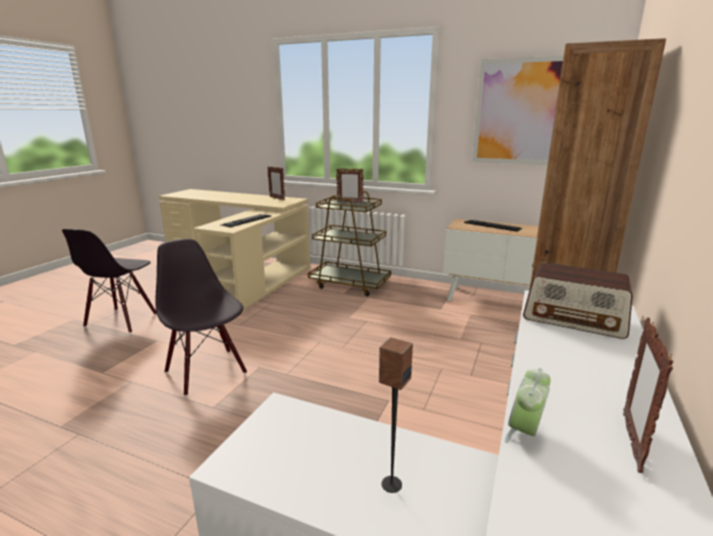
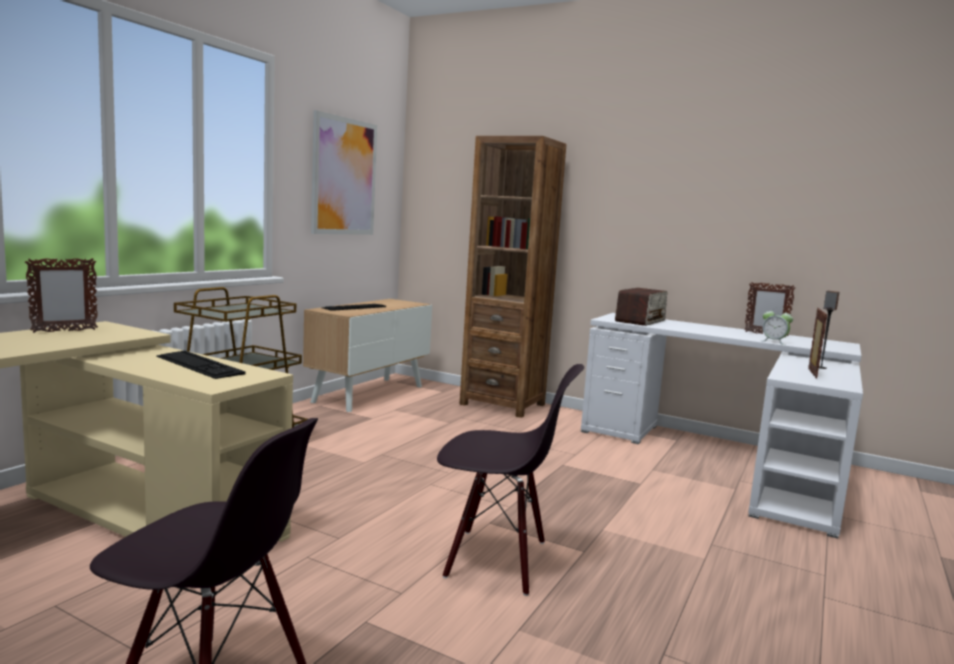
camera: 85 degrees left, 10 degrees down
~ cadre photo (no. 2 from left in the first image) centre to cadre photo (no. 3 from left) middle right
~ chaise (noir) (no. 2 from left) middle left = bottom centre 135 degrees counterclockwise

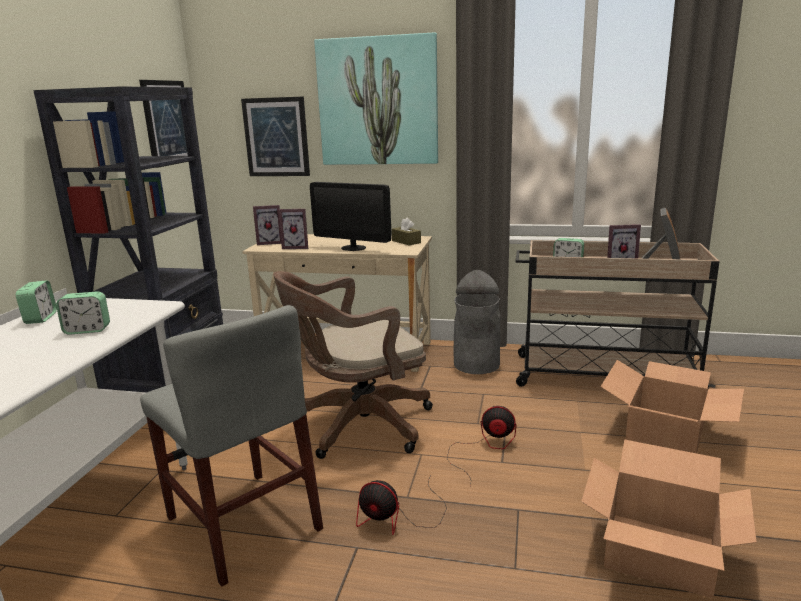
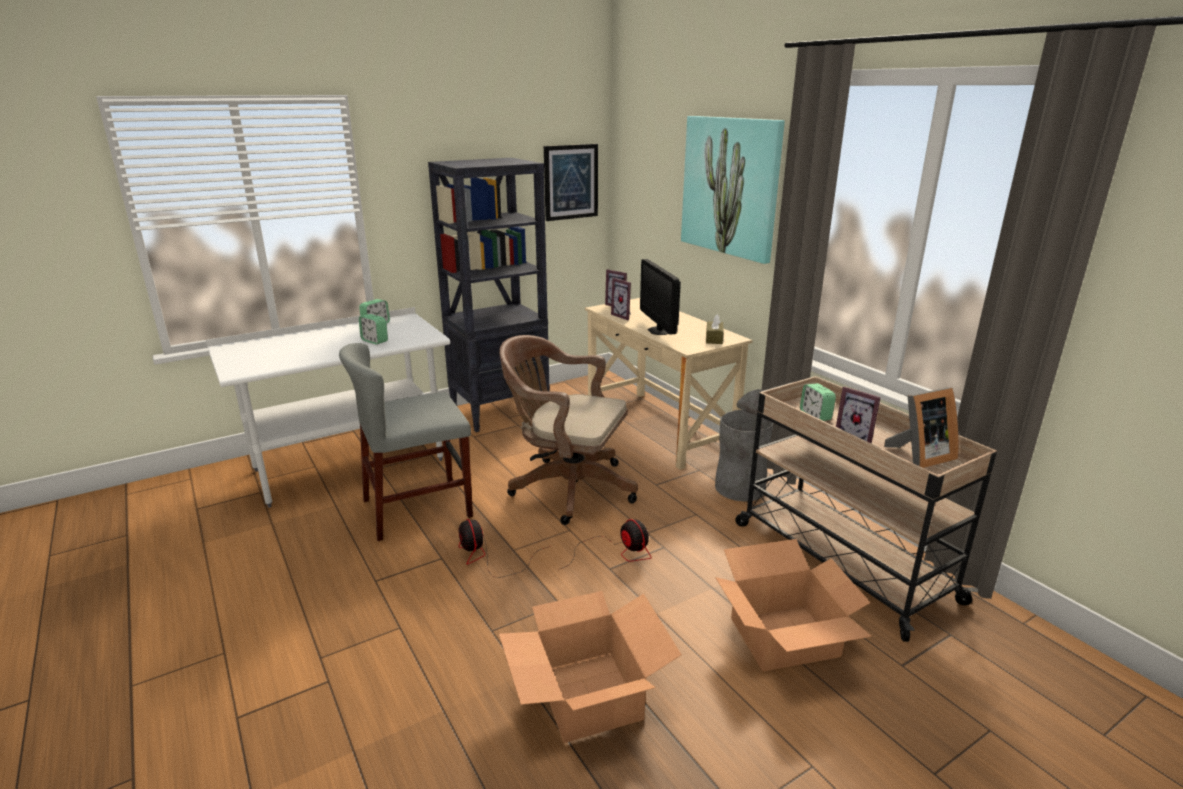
camera: 45 degrees right, 5 degrees up
- tableau (no. 2 from left) top centre
~ chaise (gris) bottom left = centre 60 degrees clockwise

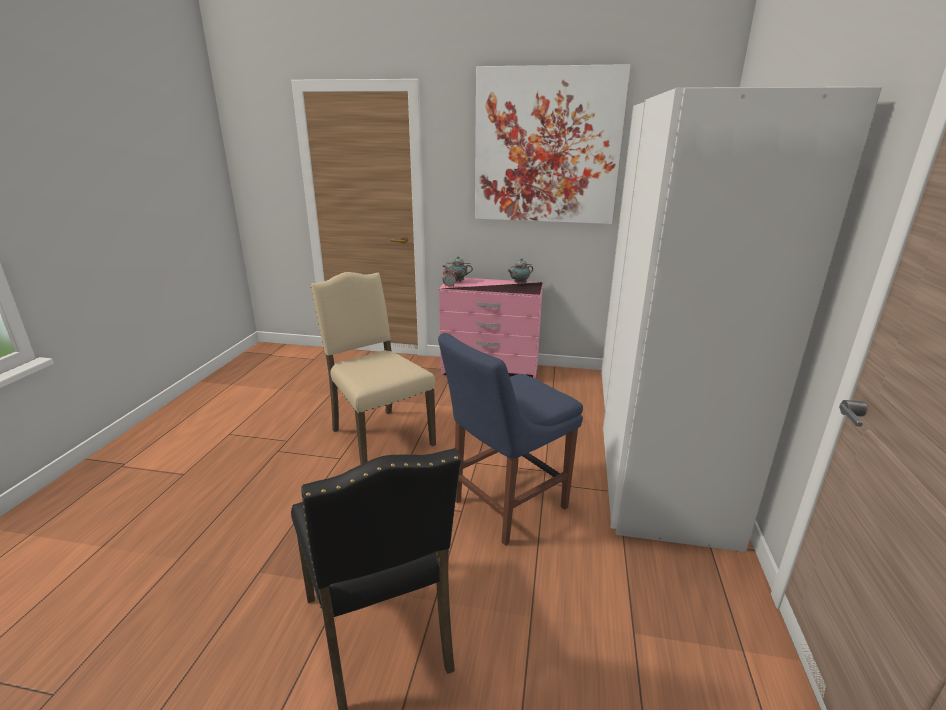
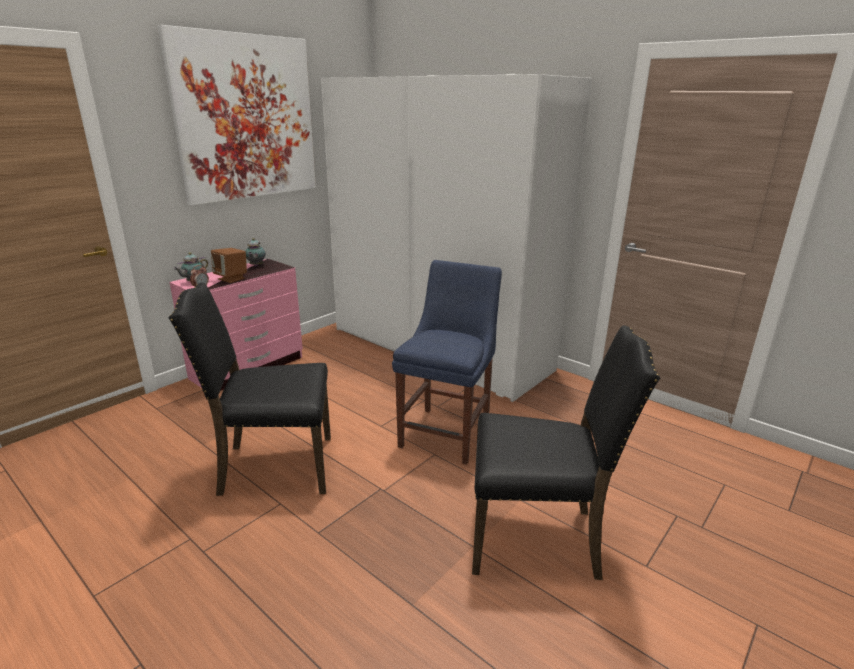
camera: 60 degrees left, 0 degrees up
+ enceinte (marron) middle left
~ chaise (beige) centre to chaise (noir) (no. 1 from left) middle left
~ chaise (bleu) centre = centre 150 degrees counterclockwise

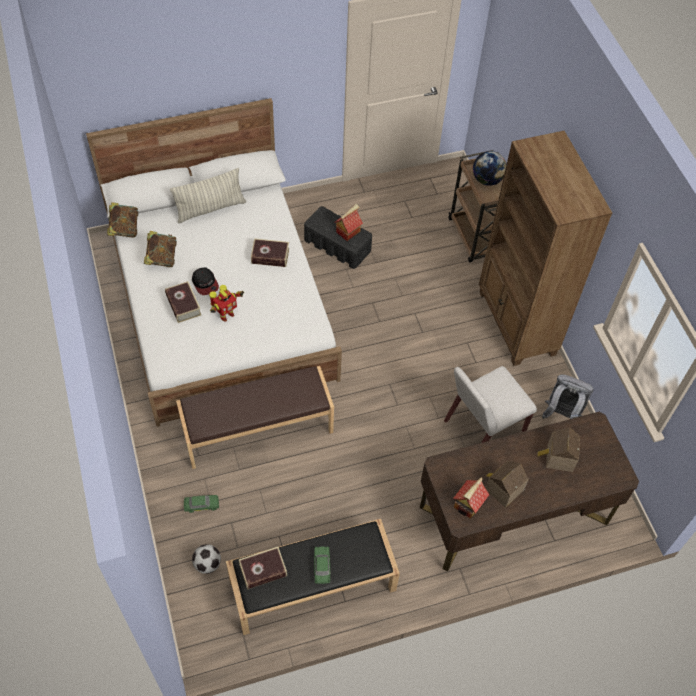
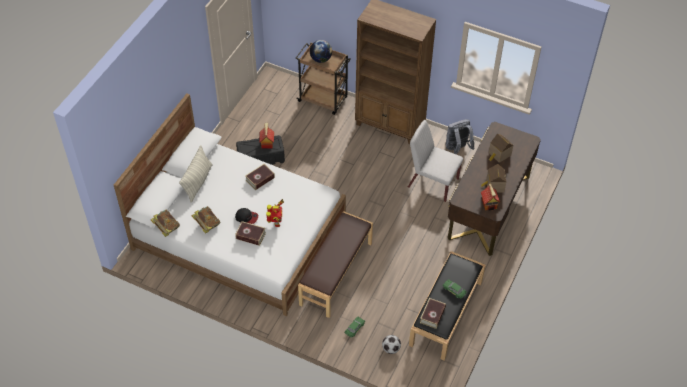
camera: 45 degrees left, 5 degrees down
~ chaise (blanc) middle right = centre 105 degrees clockwise

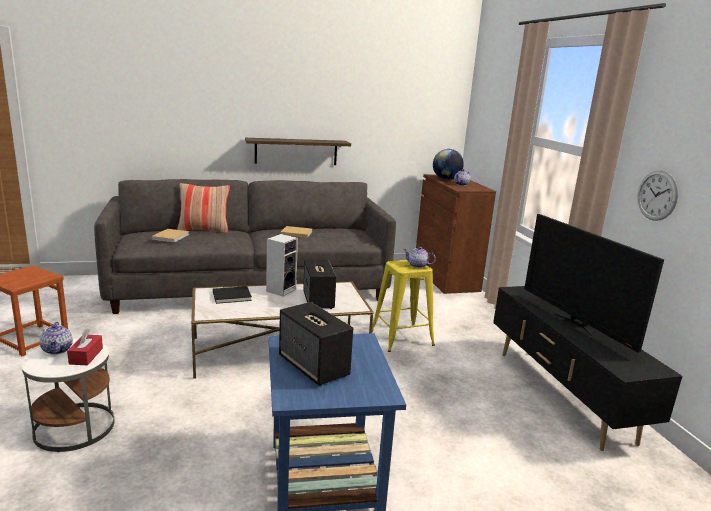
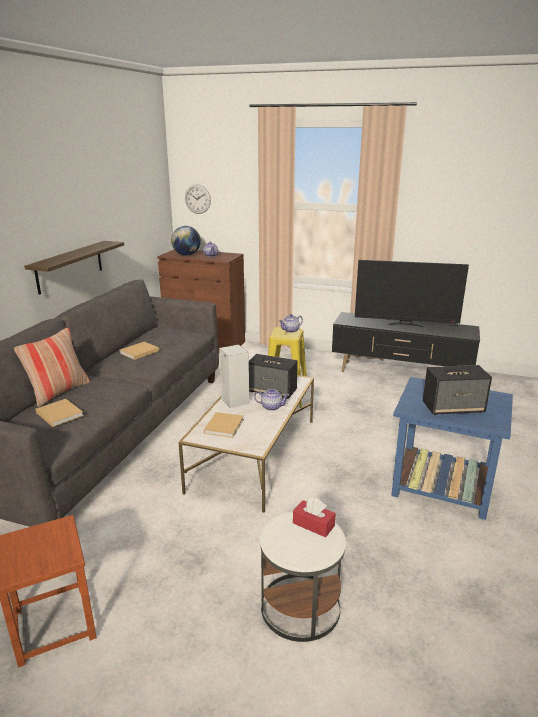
camera: 55 degrees left, 5 degrees up
~ théière (no. 1 from left in the first image) middle left to théière (no. 2 from left) centre
~ horloge murale middle right to top centre
~ livre (noir) middle left to livre (beige) (no. 3 from left) centre

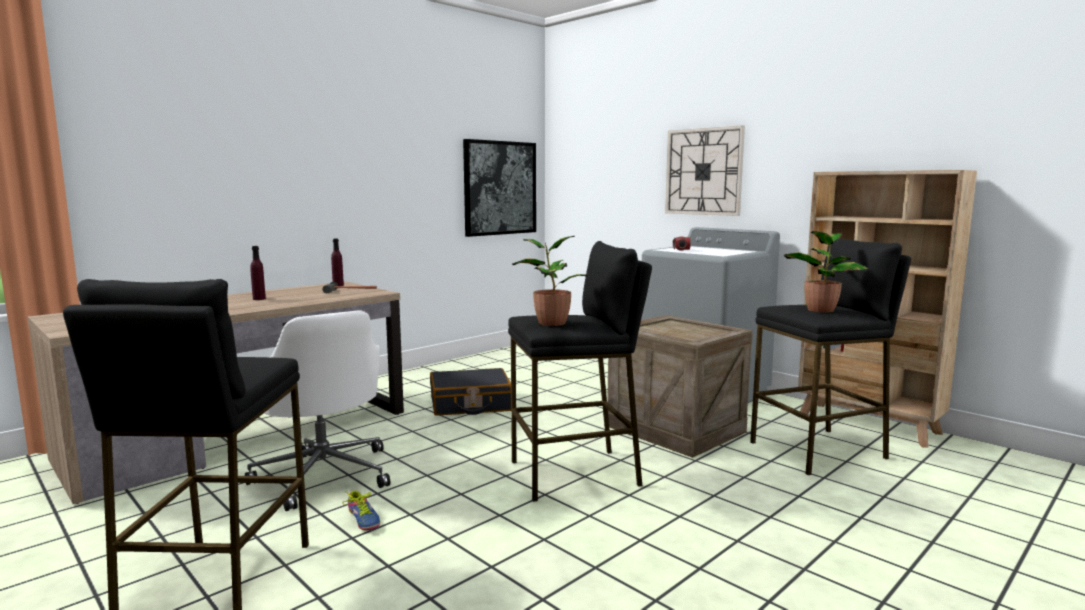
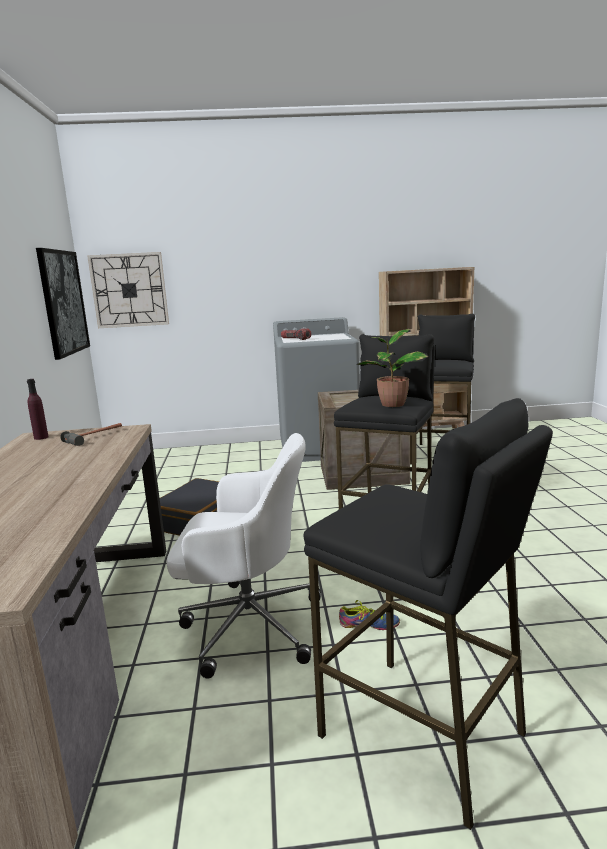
camera: 50 degrees left, 5 degrees up
- bouteille (violet) (no. 1 from left) middle left
- plante en pot (no. 2 from left) middle right
~ horloge murale top centre to middle left

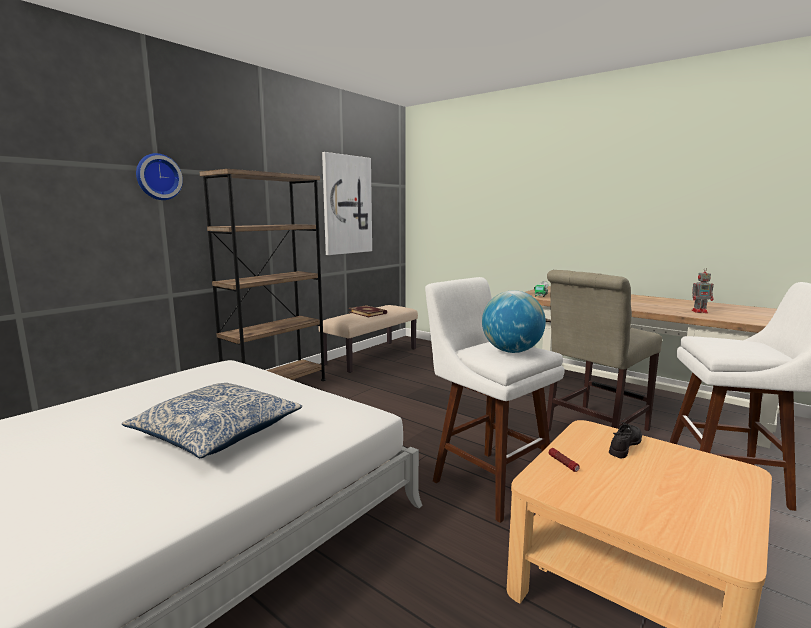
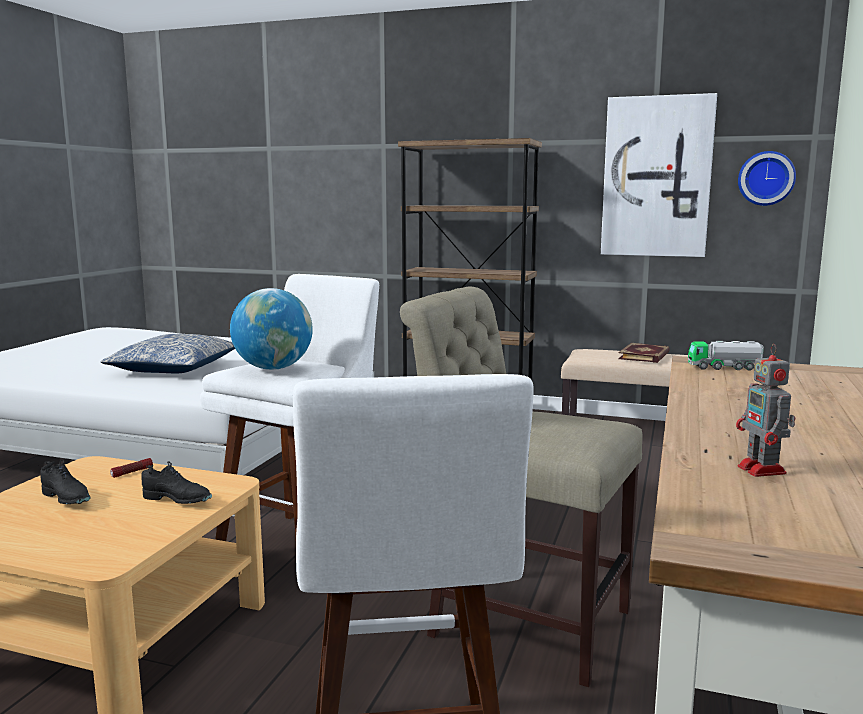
camera: 70 degrees right, 0 degrees up
+ chaussure (noir) (no. 1 from left) bottom left
~ horloge murale top left to top right

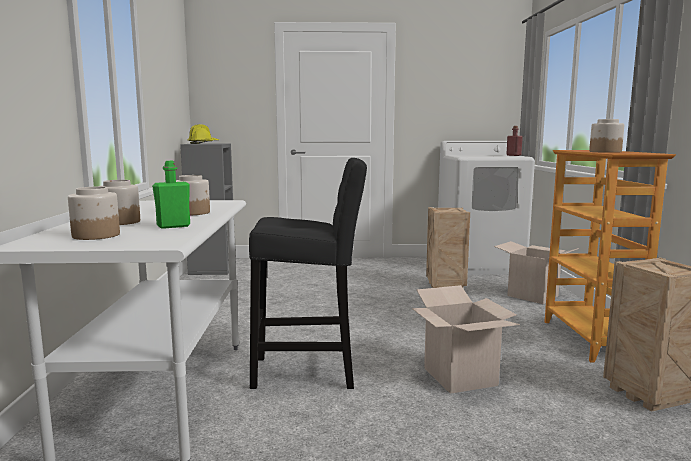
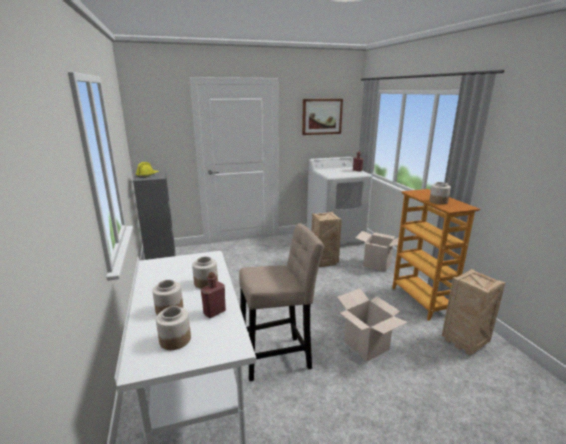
camera: 15 degrees left, 10 degrees up
+ tableau top centre
~ bouteille (vert) middle left to bouteille (rouge) (no. 1 from left) centre
~ tabouret (noir) centre to tabouret (beige) bottom centre

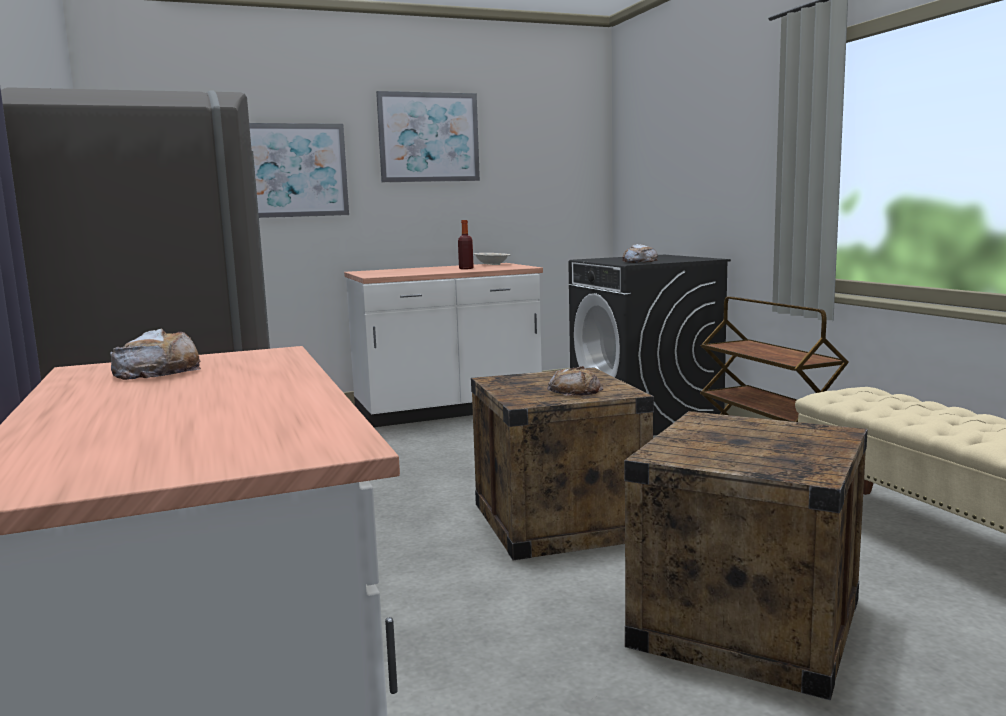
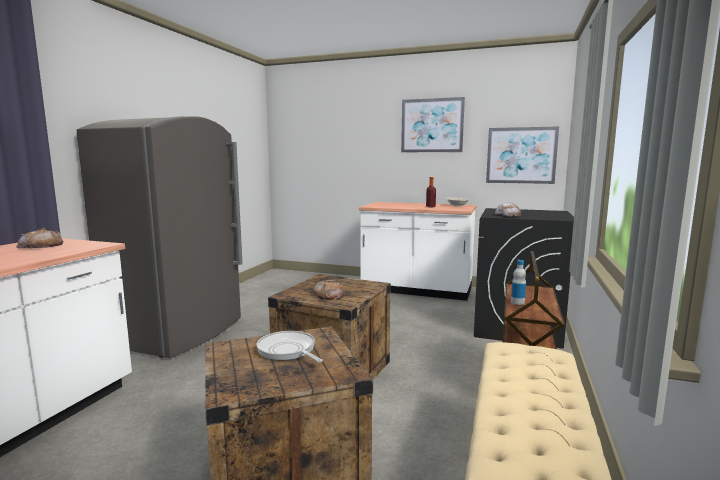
camera: 40 degrees right, 0 degrees up
+ poêle bottom centre
+ bouteille (no. 2 from left) middle right
~ tableau (no. 1 from left in the first image) top left to tableau (no. 2 from left) top right

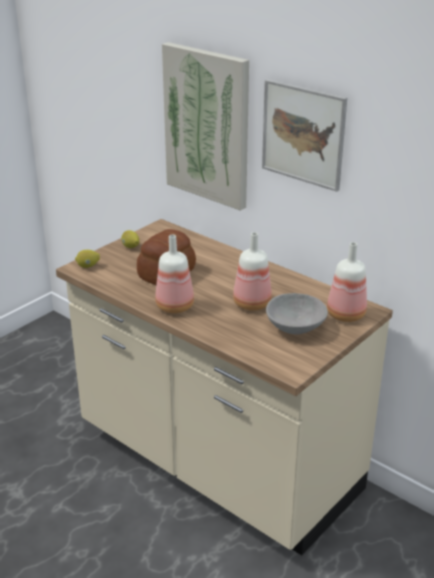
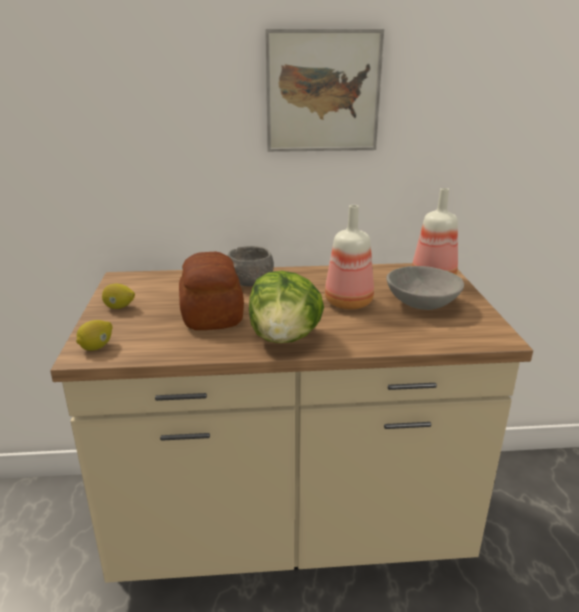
camera: 45 degrees left, 5 degrees down
- tableau (no. 1 from left) top centre
+ bol (gris) (no. 1 from left) centre
~ bouteille (no. 1 from left) centre to laitue centre

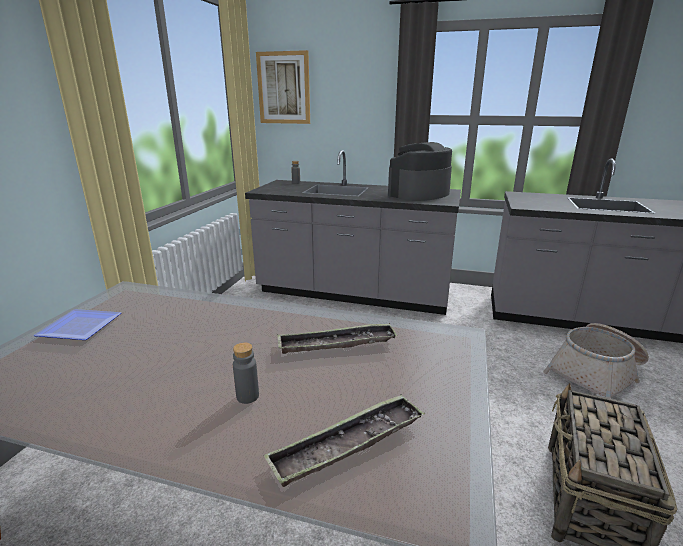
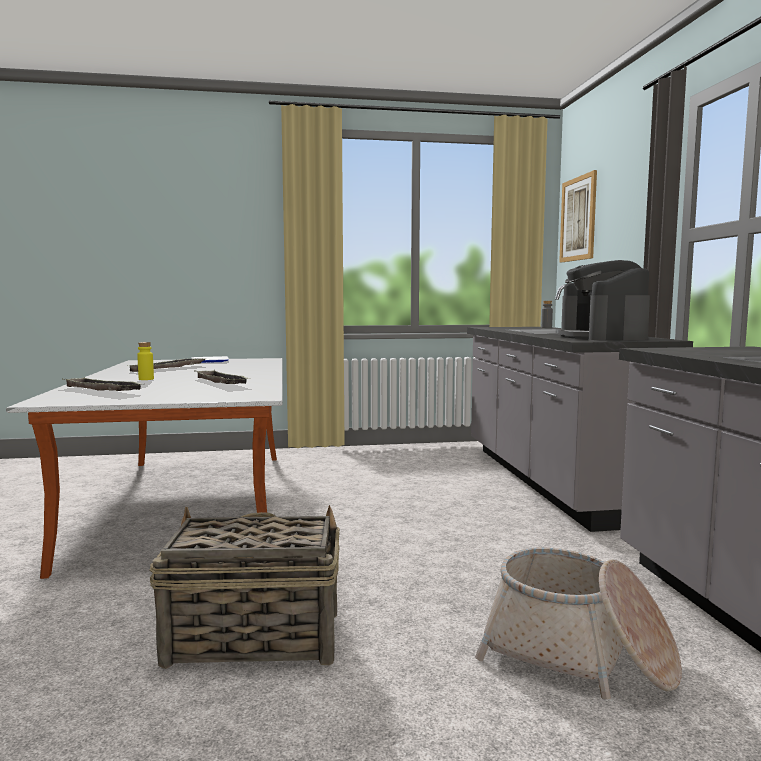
camera: 65 degrees right, 15 degrees down
+ plateau (no. 2 from left) middle left
~ bouteille (gris) (no. 1 from left) bottom centre to bouteille (jaune) middle left
~ machine à café top centre = middle right 120 degrees counterclockwise

